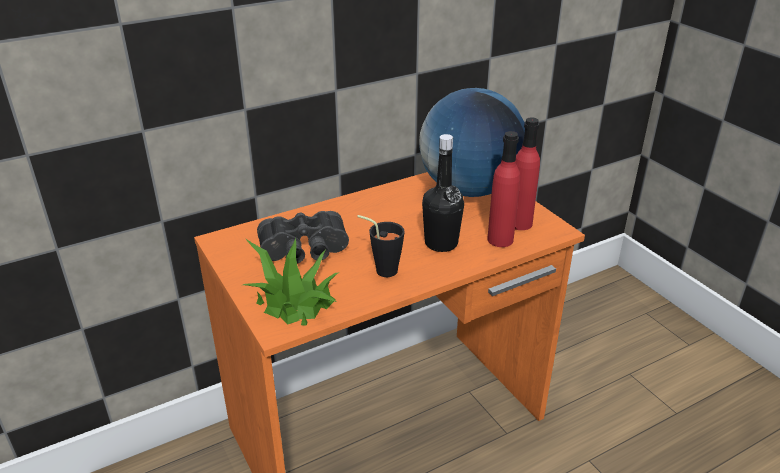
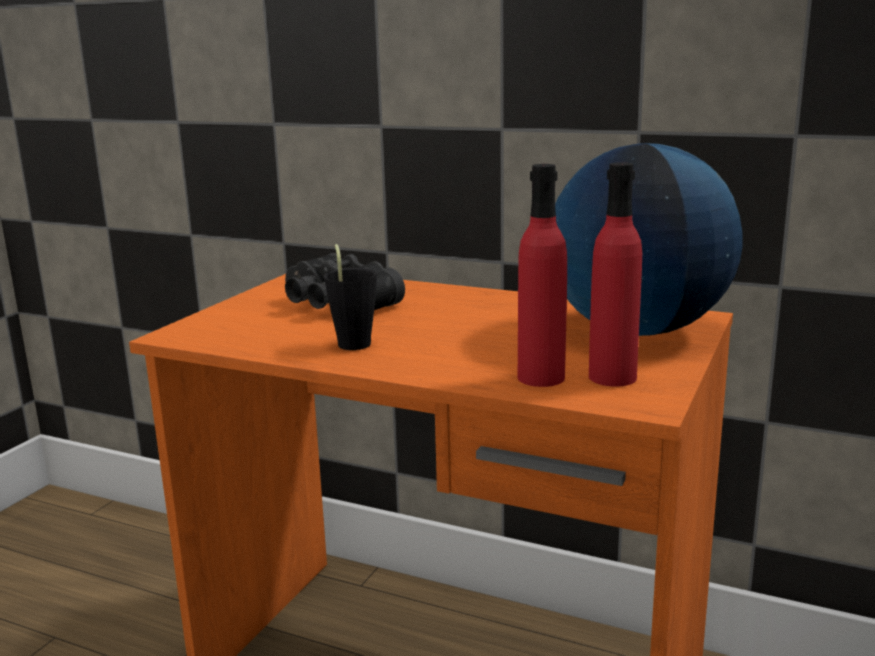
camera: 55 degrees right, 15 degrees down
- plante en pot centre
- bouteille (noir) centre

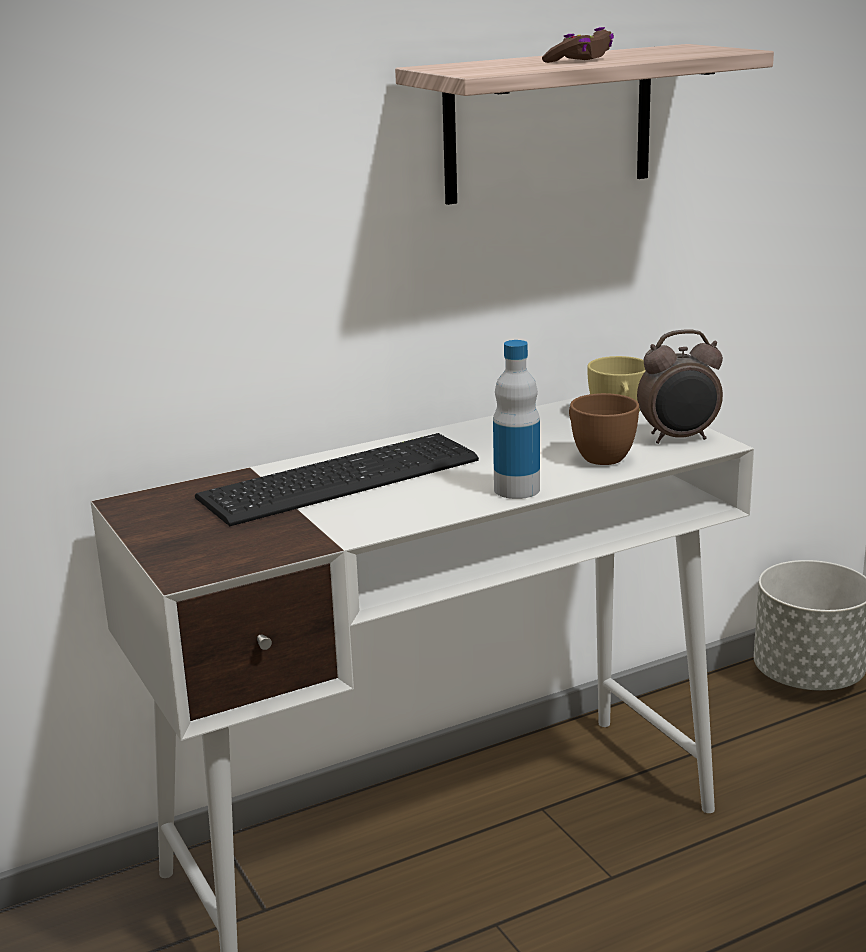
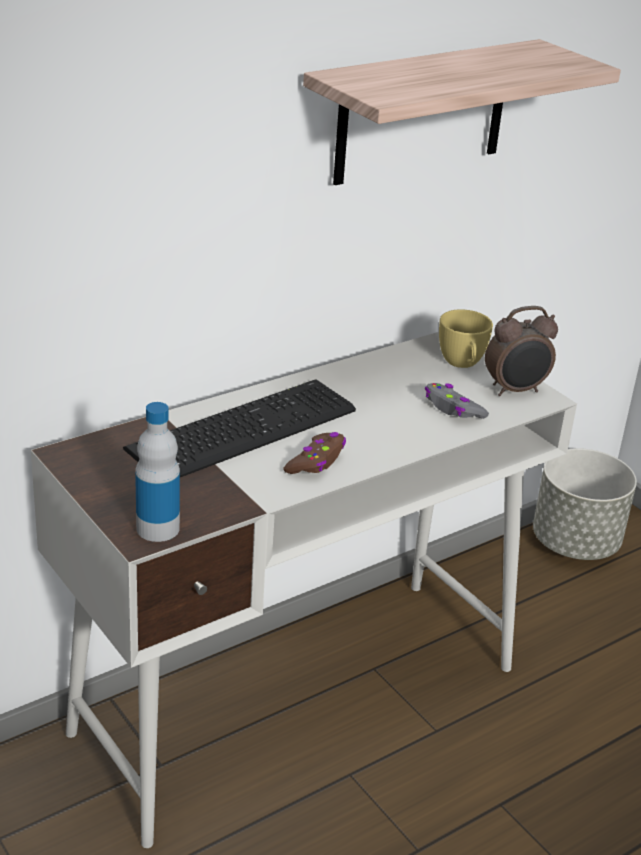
camera: 10 degrees left, 10 degrees up
~ bouteille centre to middle left
~ manette (marron) top right to centre
~ tasse (marron) middle right to manette (gris) middle right

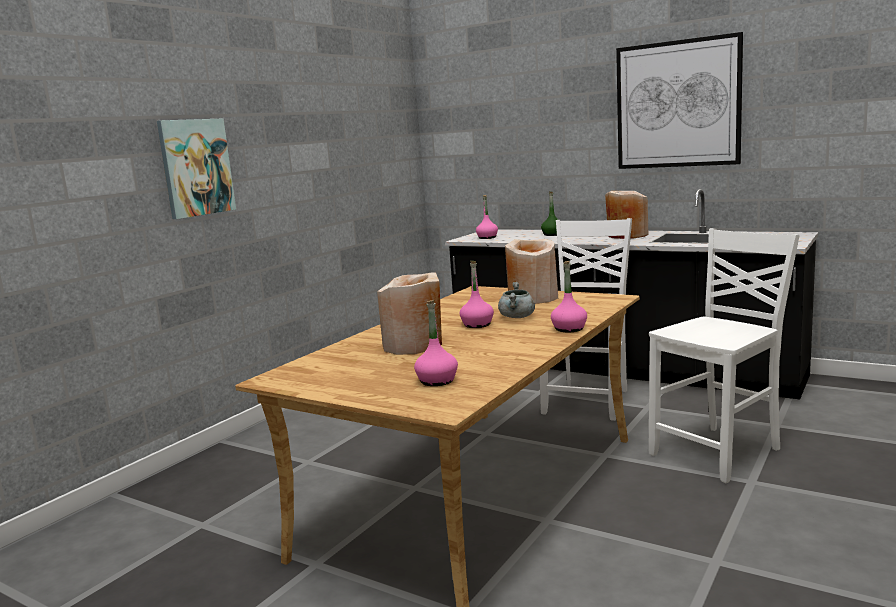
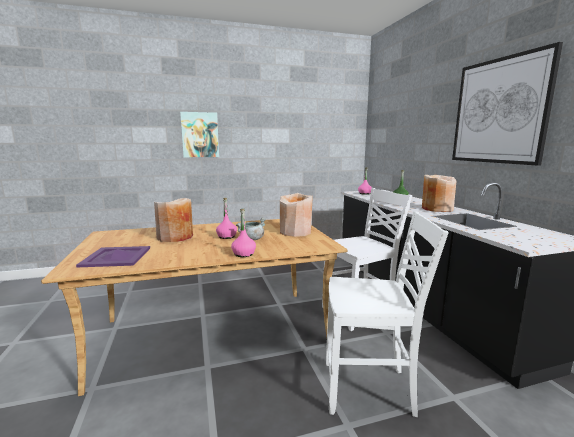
camera: 40 degrees right, 0 degrees up
~ bouteille (rose) (no. 1 from left) centre to plateau (violet) middle left

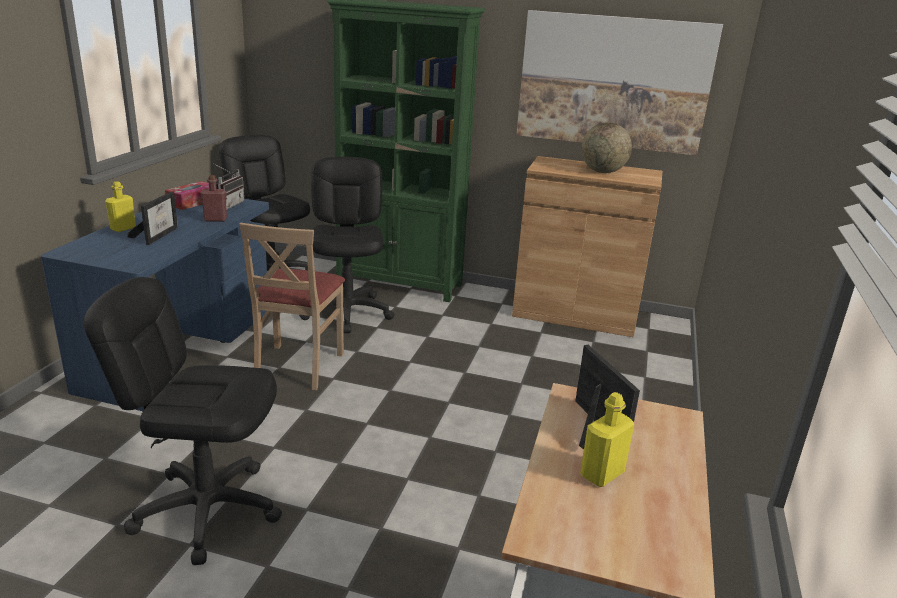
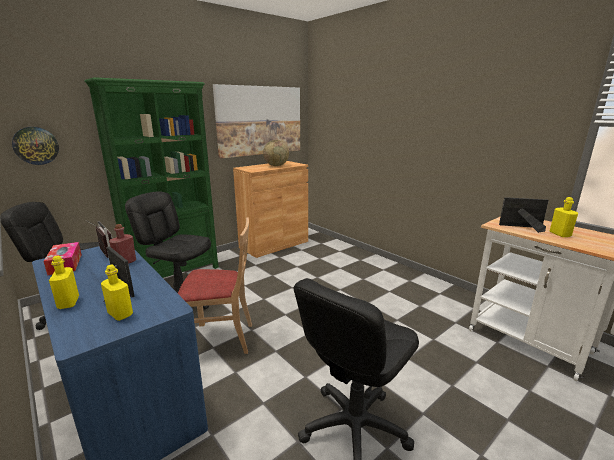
camera: 55 degrees left, 5 degrees down
+ horloge murale top left
+ bouteille (jaune) (no. 2 from left) middle left
~ chaise (beige) middle left = centre 45 degrees counterclockwise

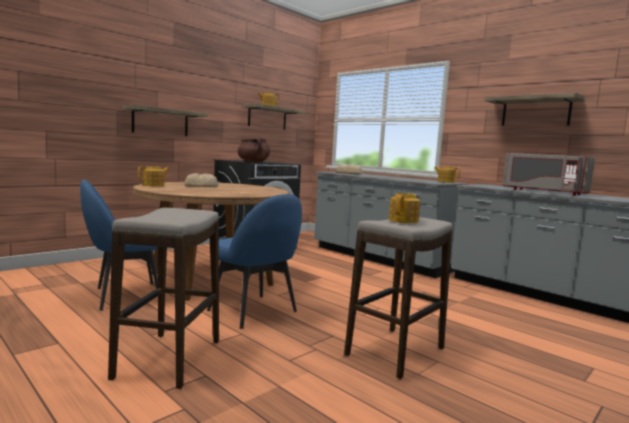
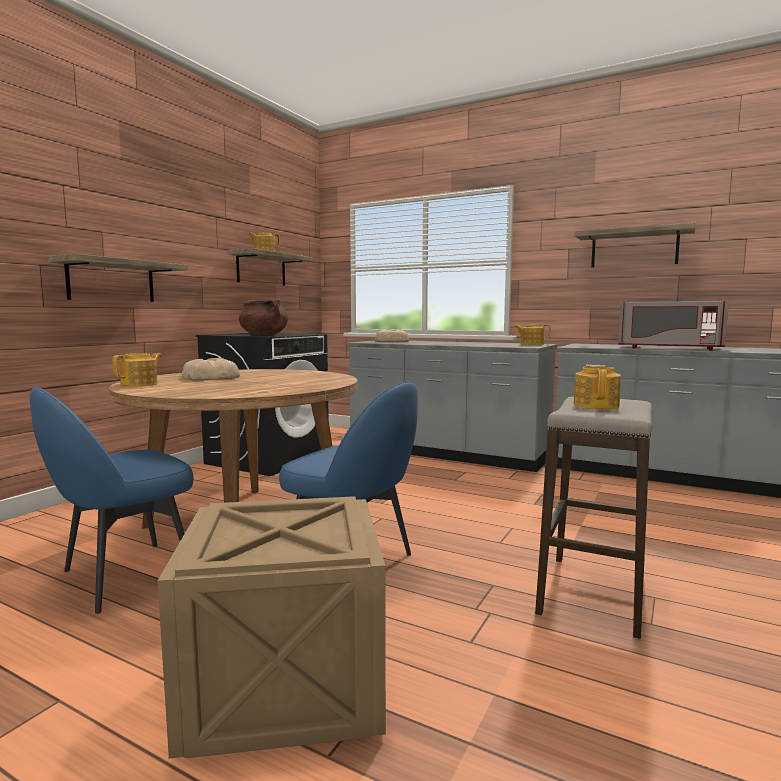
camera: 15 degrees left, 0 degrees up
~ tabouret (no. 1 from left) bottom left to caisse bottom centre

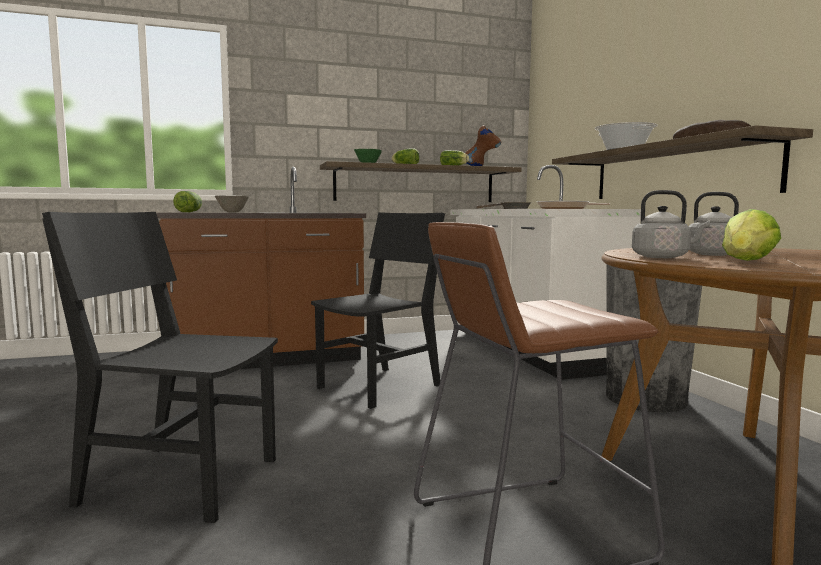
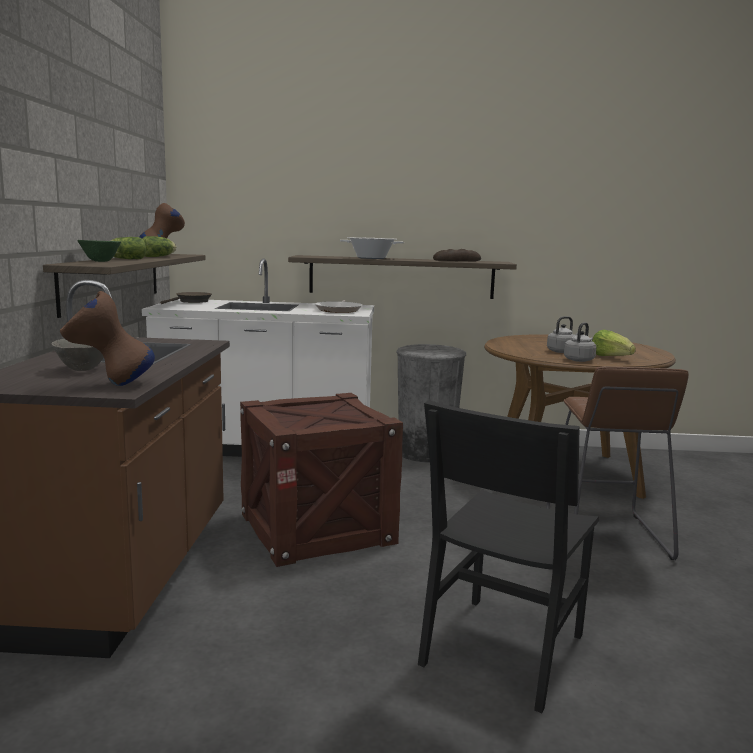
camera: 70 degrees left, 5 degrees up
~ laitue (no. 1 from left) middle left to vase (marron) (no. 1 from left) middle left
~ chaise (noir) (no. 2 from left) centre to caisse centre

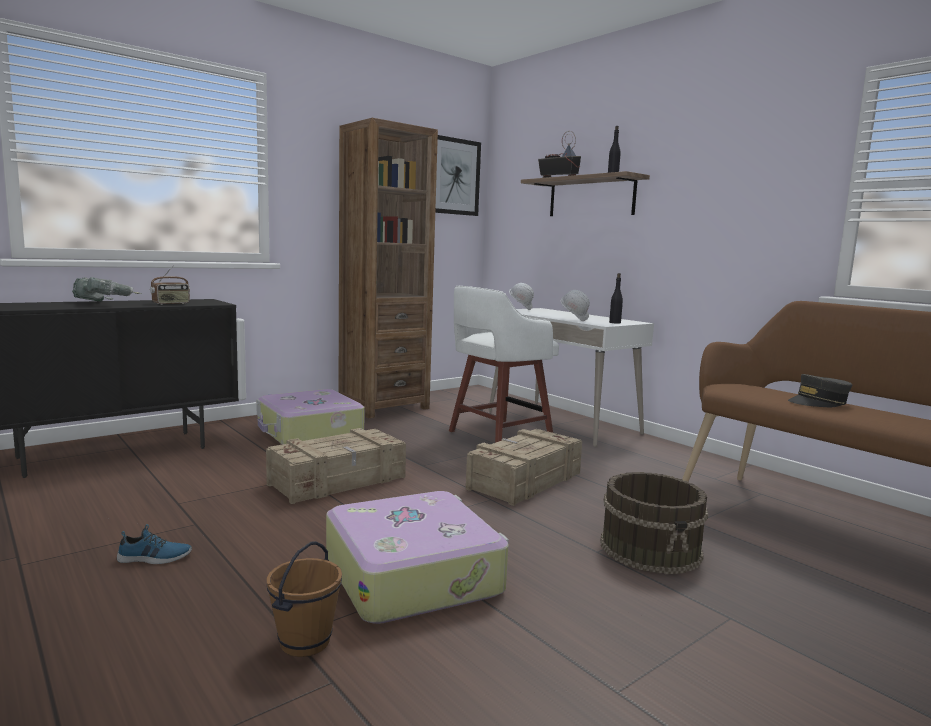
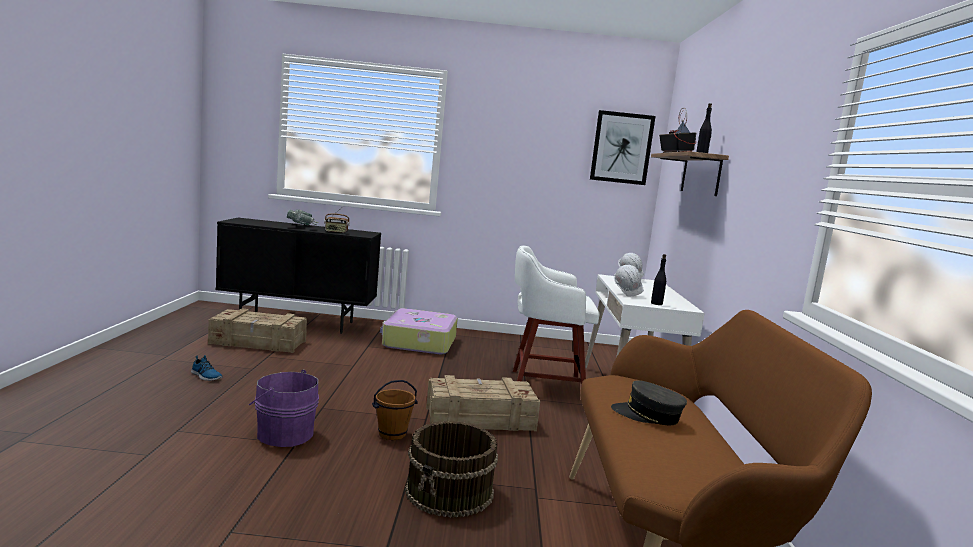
camera: 40 degrees right, 0 degrees up
- bibliothèque (marron) centre
~ caisse (no. 1 from left) centre to middle left
~ seau (marron) (no. 1 from left) bottom left to bottom centre
~ valise (no. 2 from left) bottom centre to seau (violet) bottom left

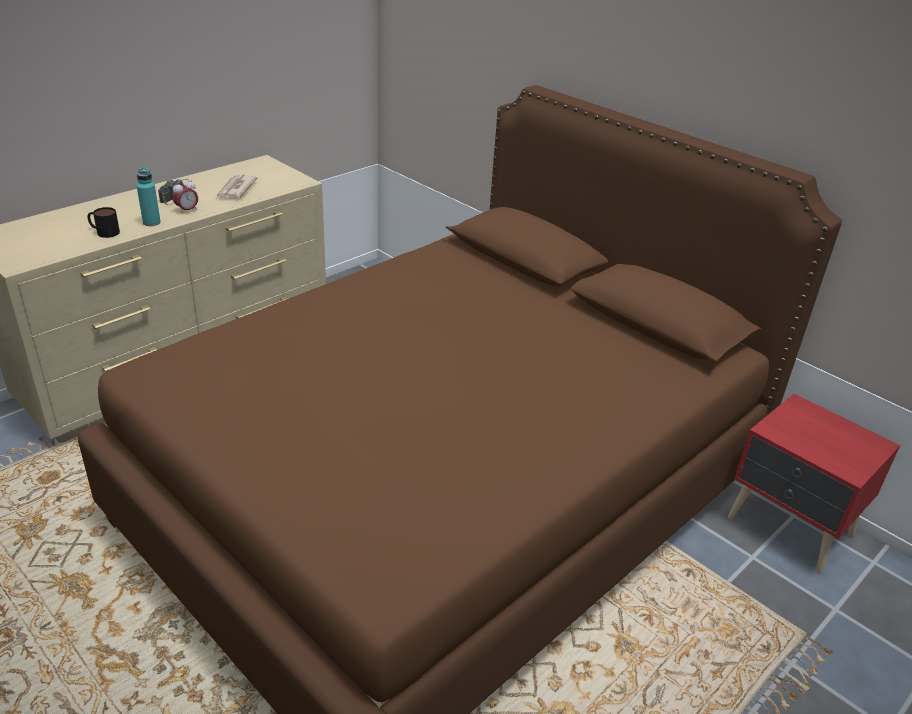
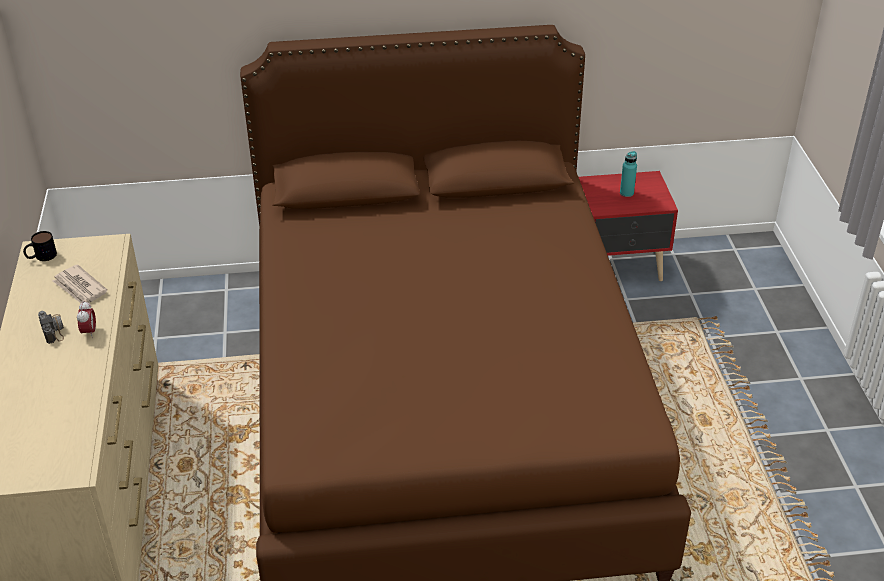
camera: 50 degrees left, 5 degrees up
~ mug top left to middle left
~ bouteille (turquoise) top left to top right

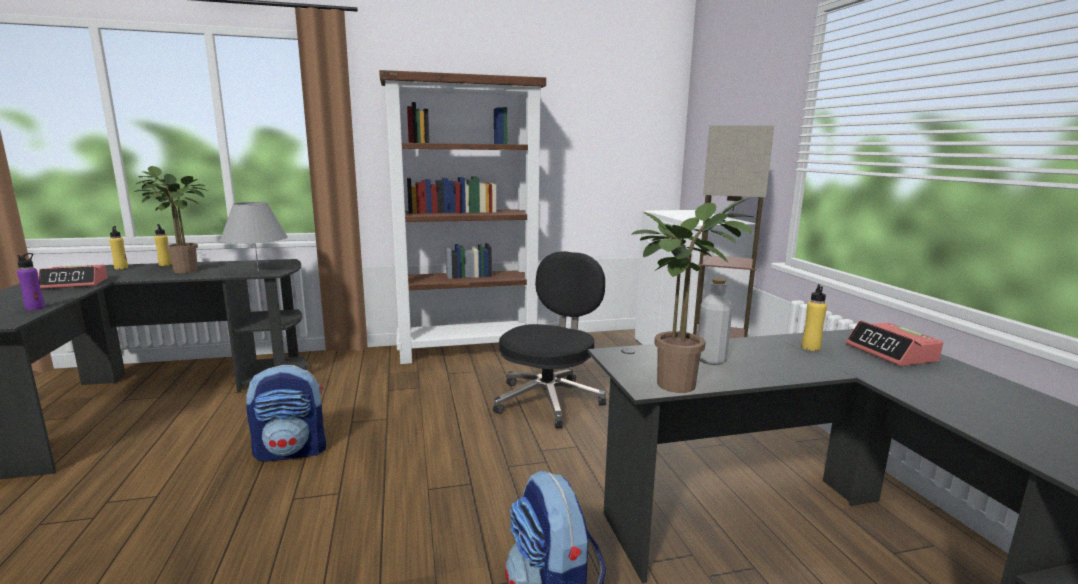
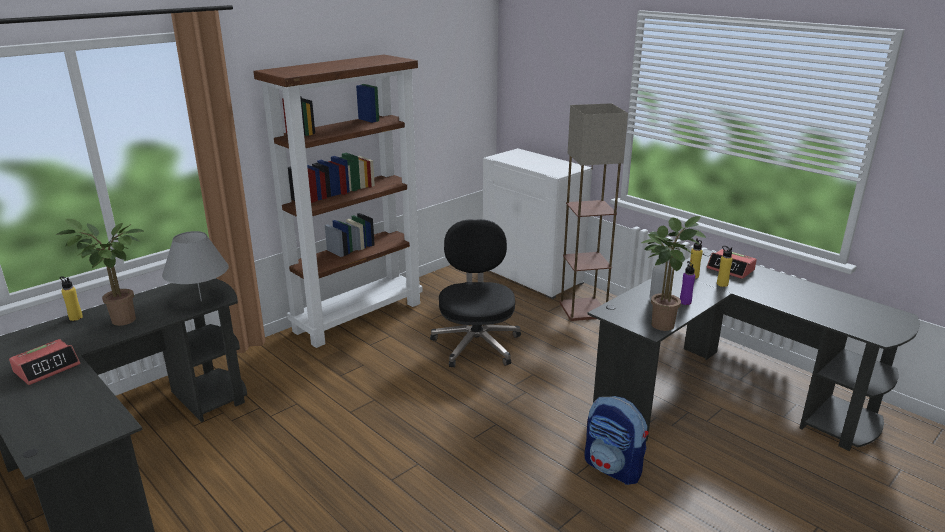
camera: 30 degrees left, 10 degrees up
- sac à dos (no. 1 from left) bottom left
~ bouteille (violet) middle left to middle right
~ bouteille (jaune) (no. 1 from left in the first image) middle left to bouteille (jaune) (no. 3 from left) middle right

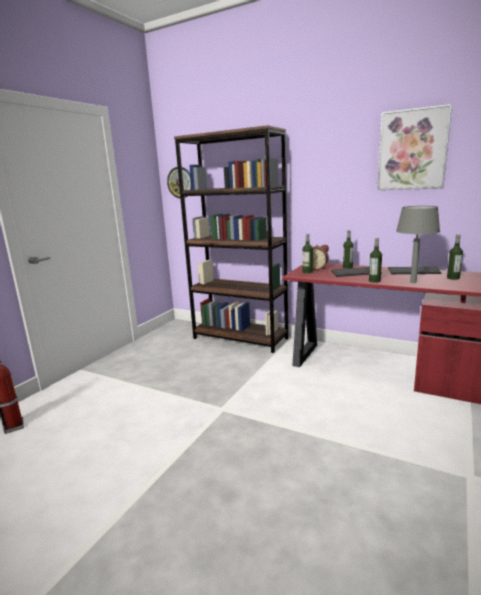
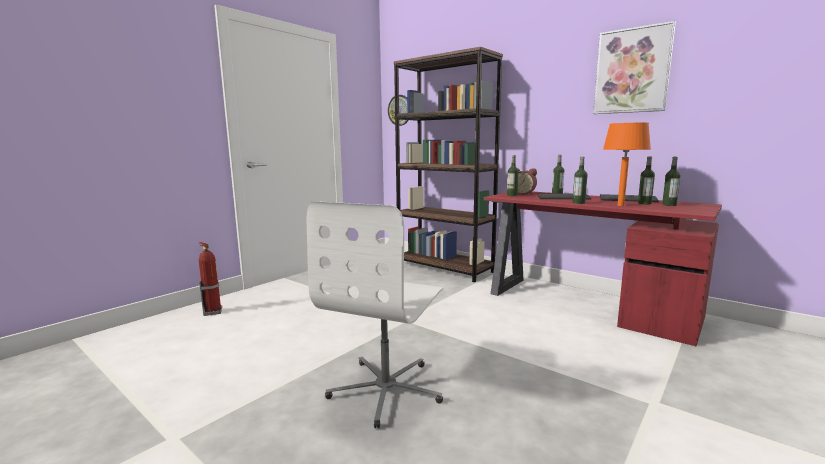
camera: 10 degrees right, 5 degrees down
+ chaise de bureau (blanc) bottom centre
+ bouteille (no. 4 from left) middle right
~ lampe de table (gris) middle right to lampe de table (orange) middle right

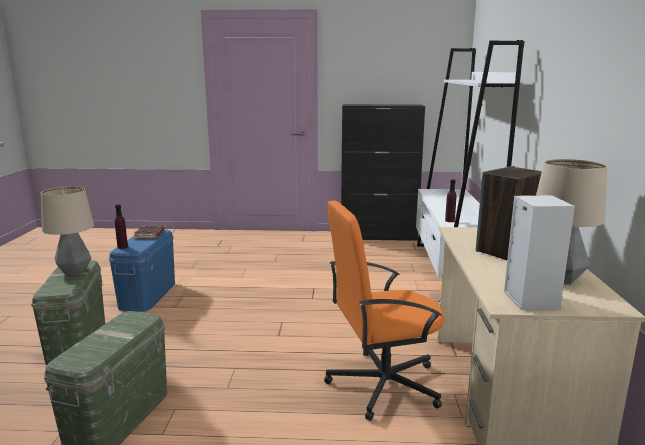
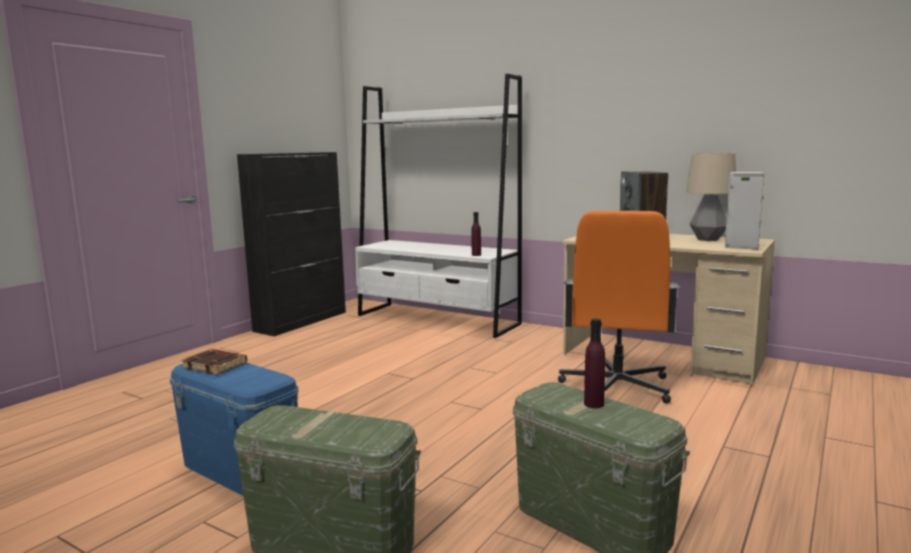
camera: 60 degrees left, 5 degrees down
- lampe de table (no. 1 from left) middle left
~ bouteille (violet) (no. 1 from left in the first image) middle left to bouteille (violet) (no. 2 from left) centre

